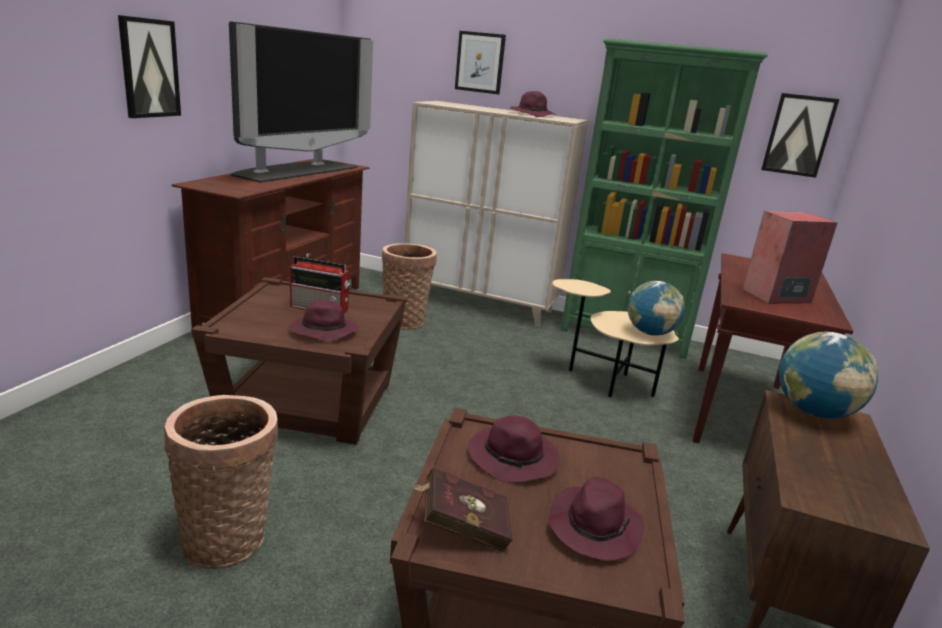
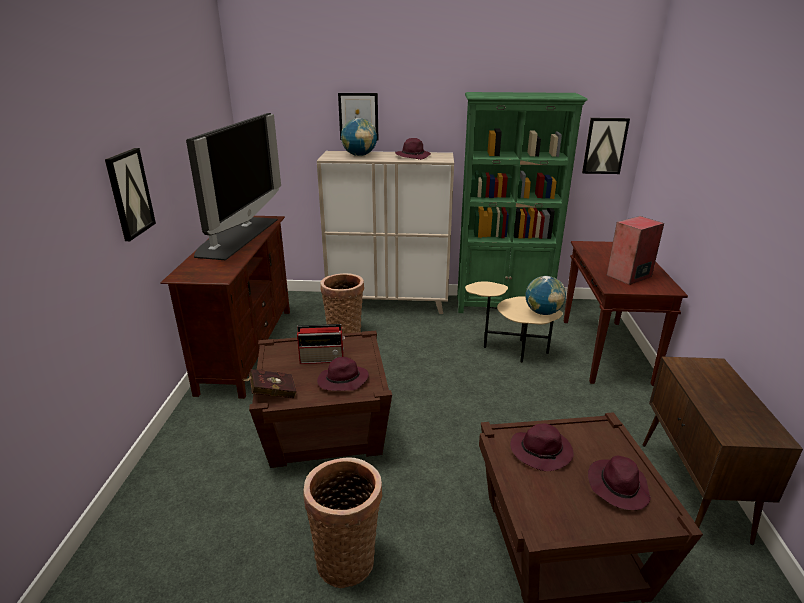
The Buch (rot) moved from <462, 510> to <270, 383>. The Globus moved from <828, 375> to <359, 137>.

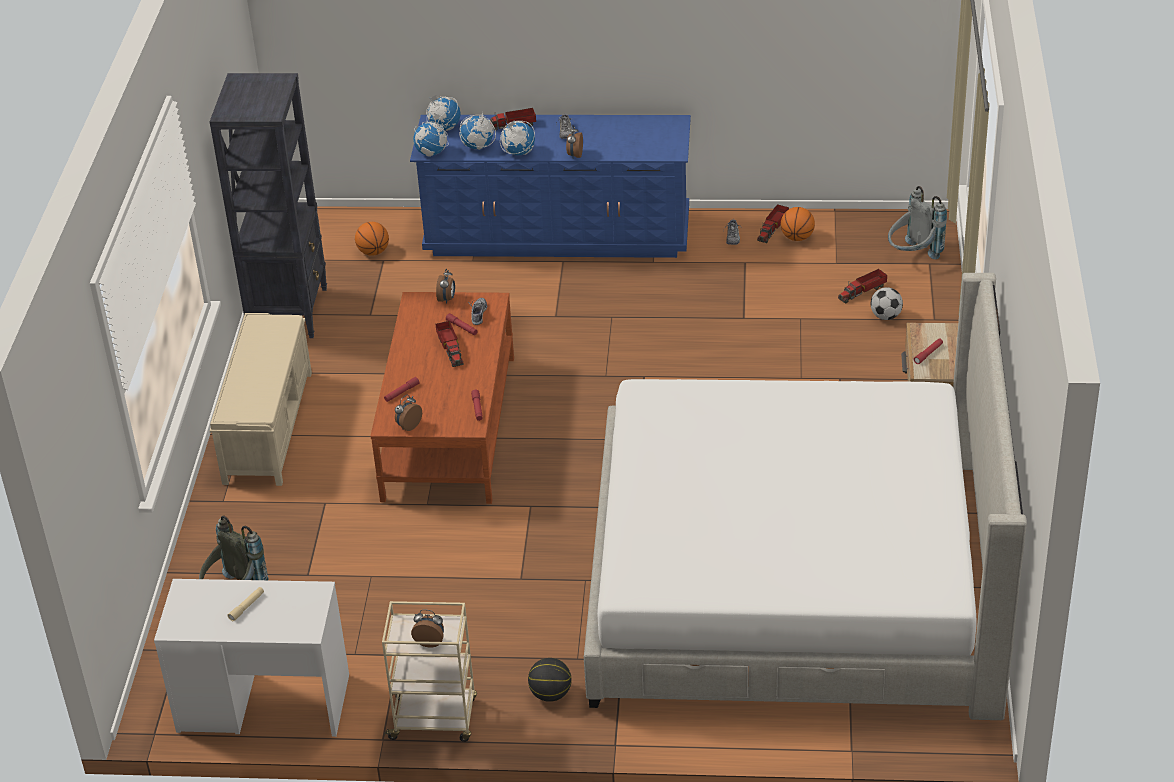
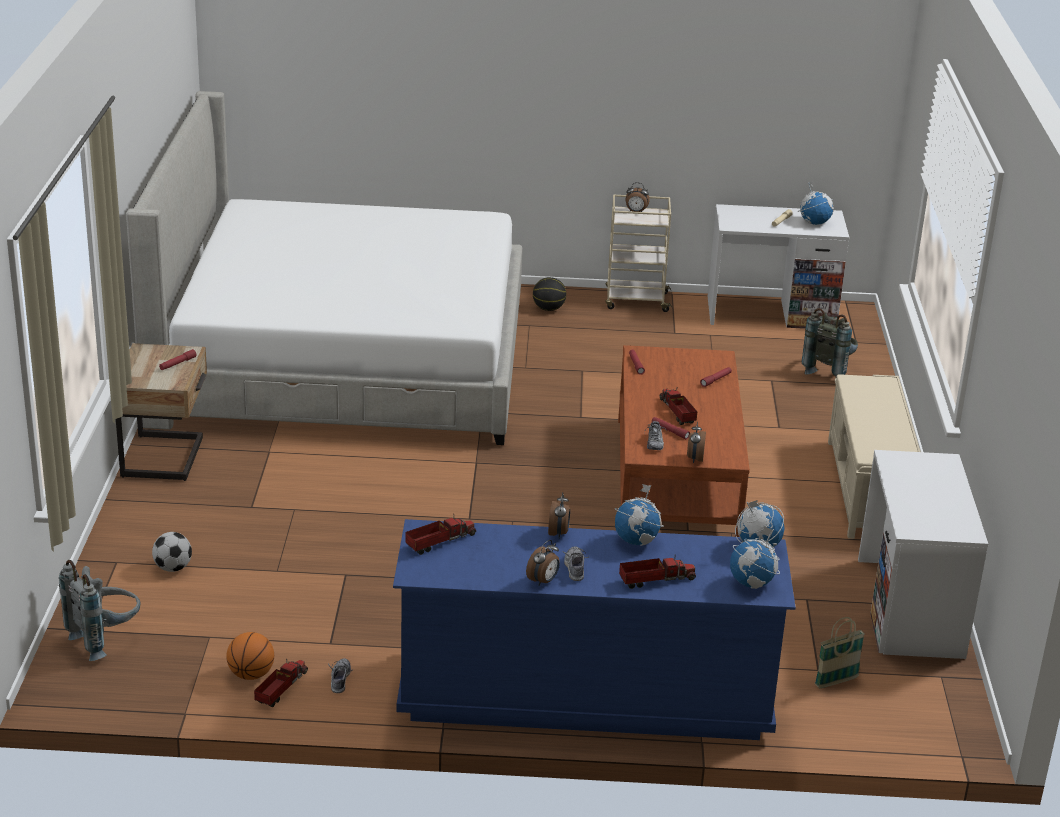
The Spielzeuglaster moved from <862, 286> to <440, 536>. The Wecker moved from <408, 413> to <543, 563>. The Globus moved from <477, 131> to <816, 203>. The Basketball at <372, 239> was replaced by the Korb at <840, 652>. The Bücherregal (schwarz) at <268, 205> was replaced by the Schreibtisch (weiß) at <923, 554>.

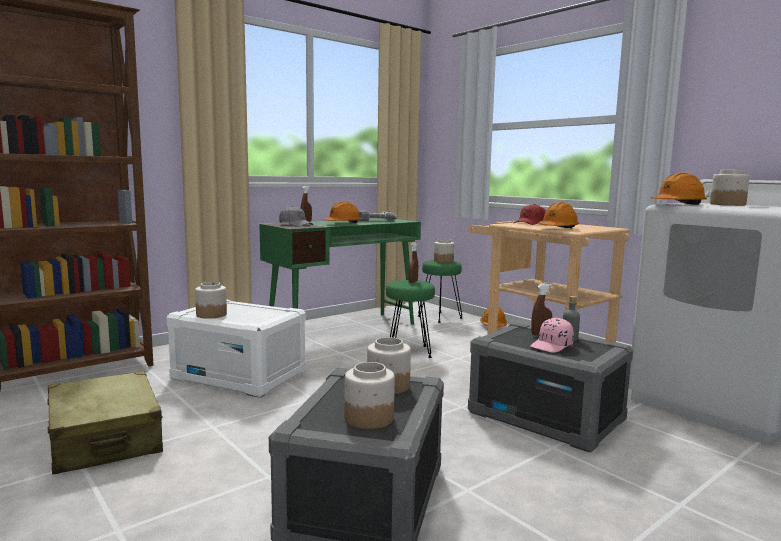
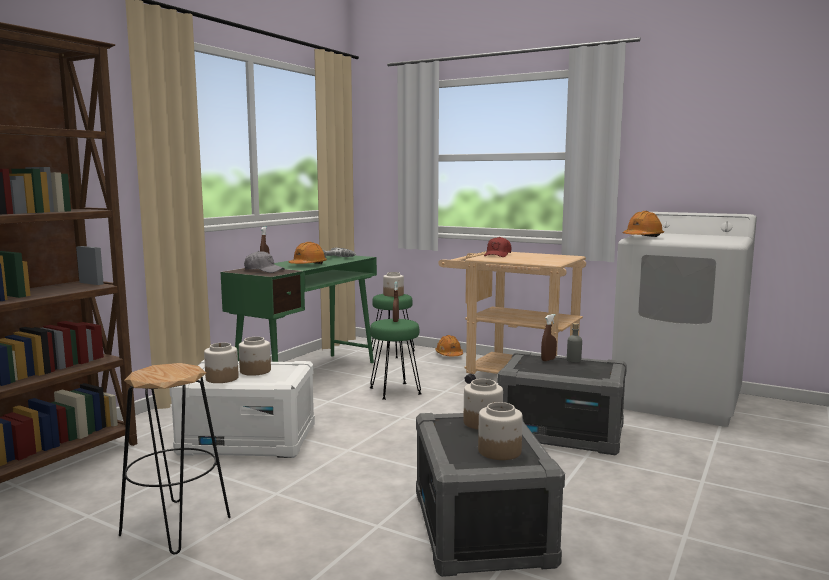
The Koffer (beige) at <105, 423> was replaced by the Hocker (schwarz) at <175, 458>. The Vorratsglas moved from <730, 188> to <255, 356>. The Kappe (rosa) at <552, 335> disappeared. The Schutzhelm (orange) at <559, 215> disappeared.

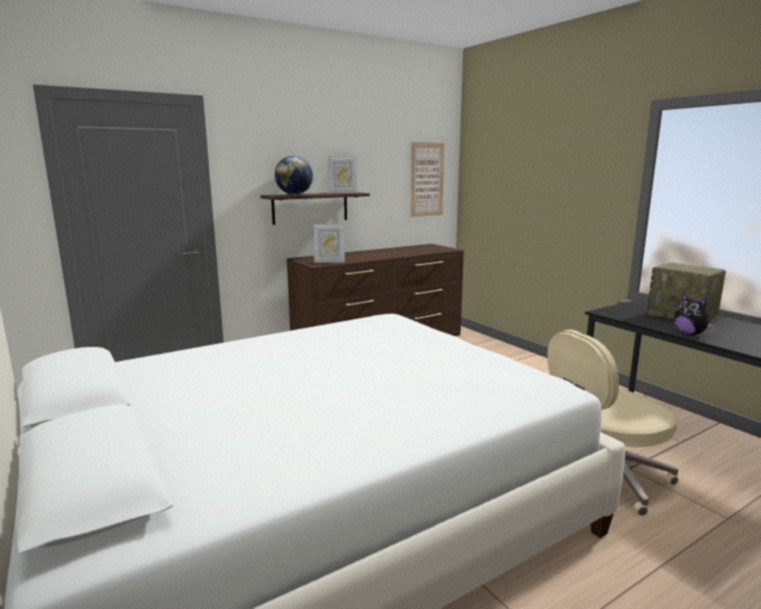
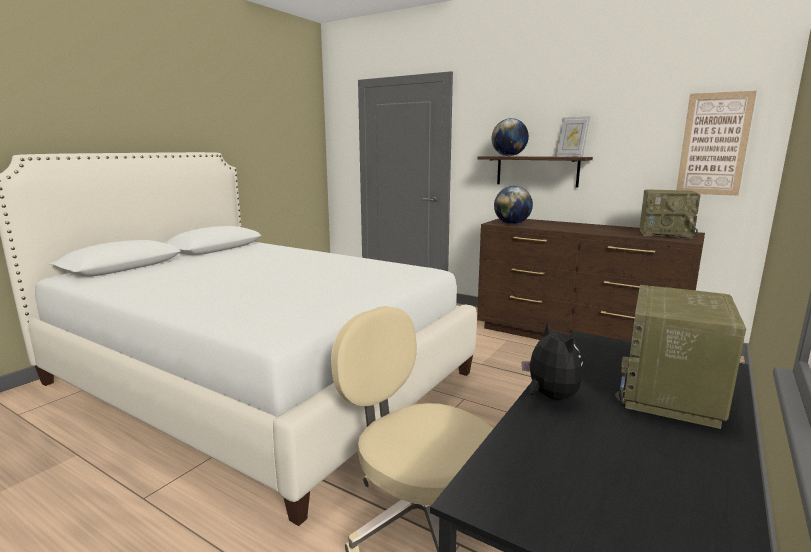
The Bilderrahmen at <329, 243> was replaced by the Globus at <513, 205>. The Plüschtier at <694, 314> turned 120 degrees clockwise. The Radio at <670, 214> appeared.

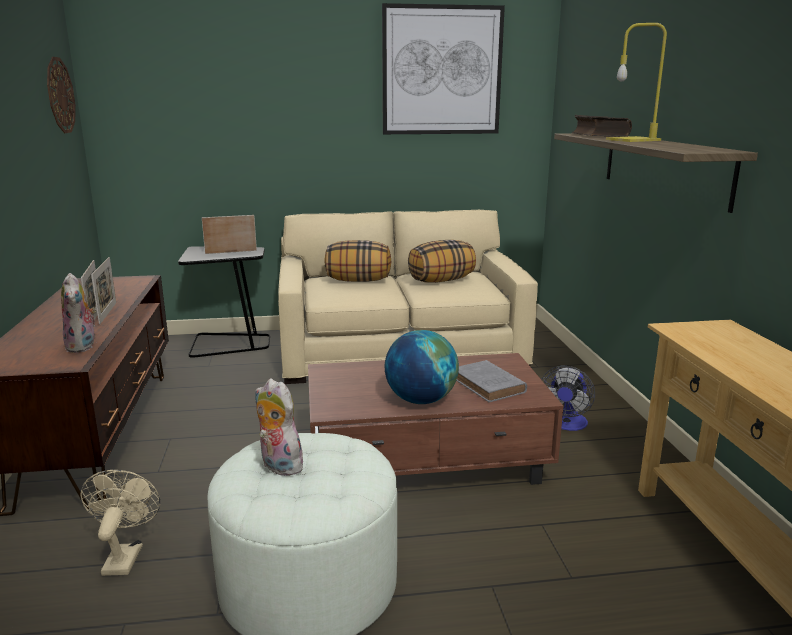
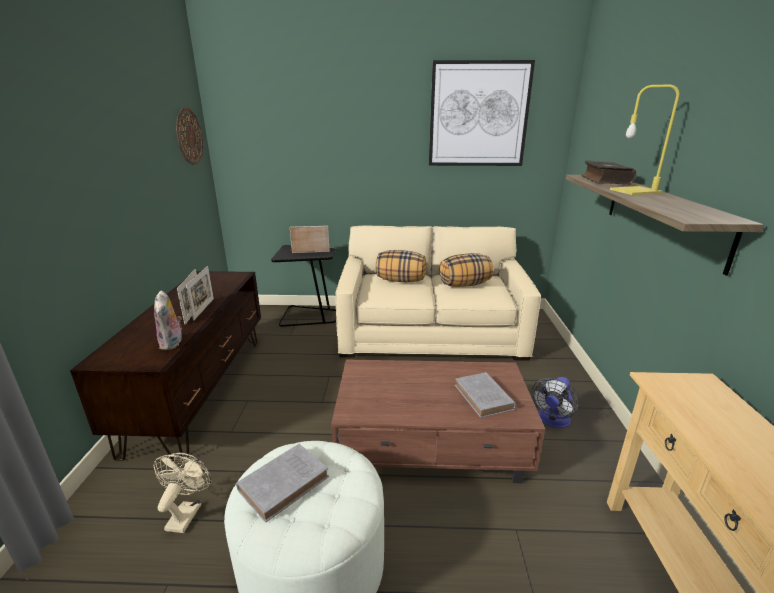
The Plüschtier at <281, 427> was replaced by the Buch (grau) at <282, 483>. The Globus at <422, 367> disappeared.

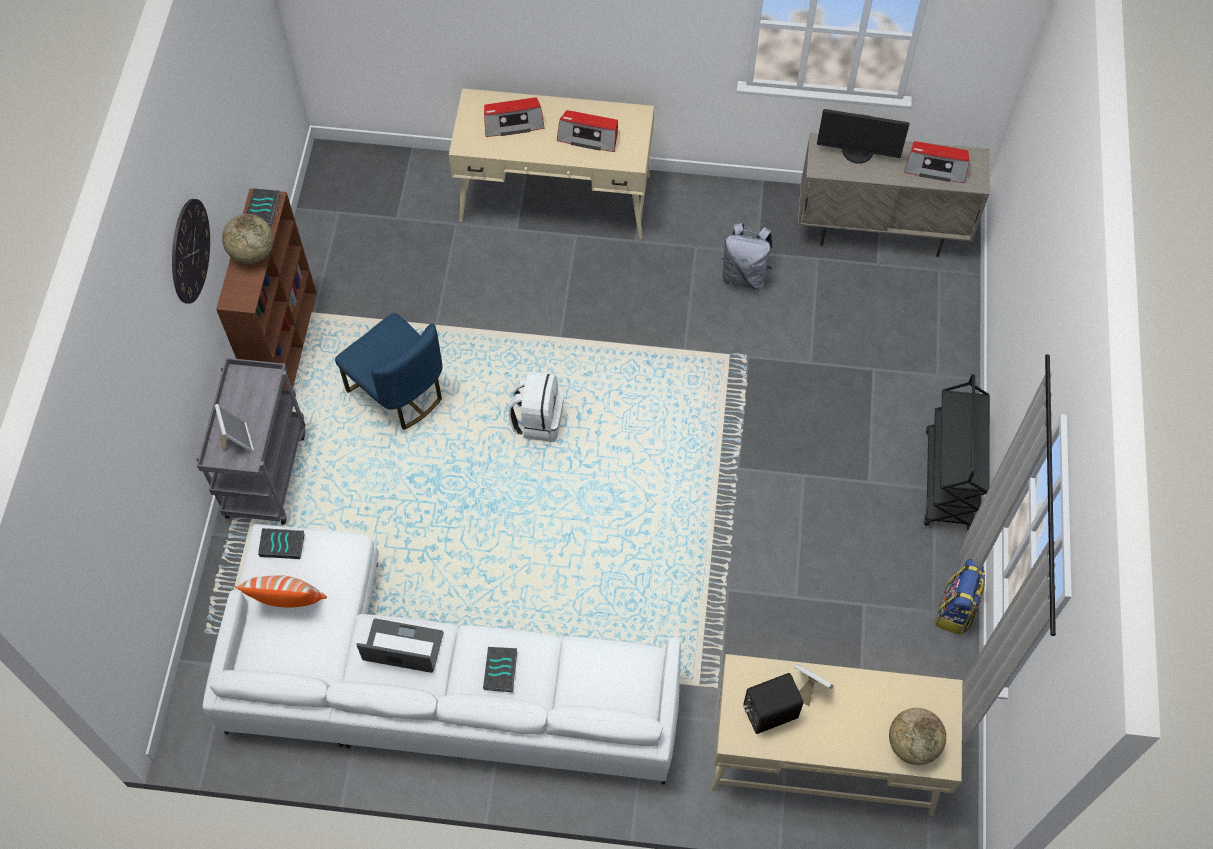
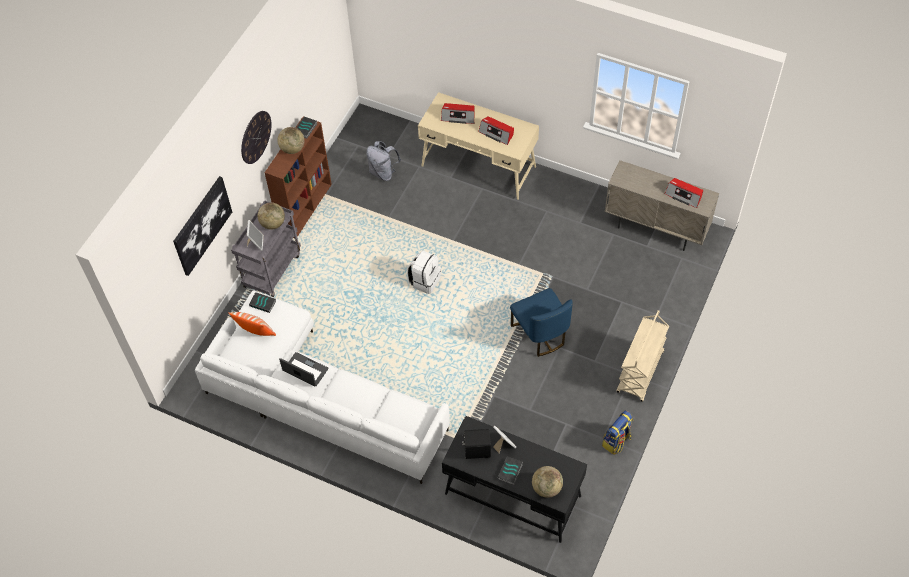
The Bild at <202, 226> appeared. The Globus at <271, 216> appeared. The Rucksack (grau) moved from <747, 256> to <383, 161>. The Schreibtisch (beige) at <836, 735> became the Schreibtisch (schwarz) at <514, 479>. The Buch moved from <500, 669> to <510, 471>. The Stuhl (blau) moved from <388, 371> to <541, 322>. The Rollwagen (schwarz) at <957, 452> became the Rollwagen (beige) at <643, 356>. The Monitor at <863, 136> disappeared.

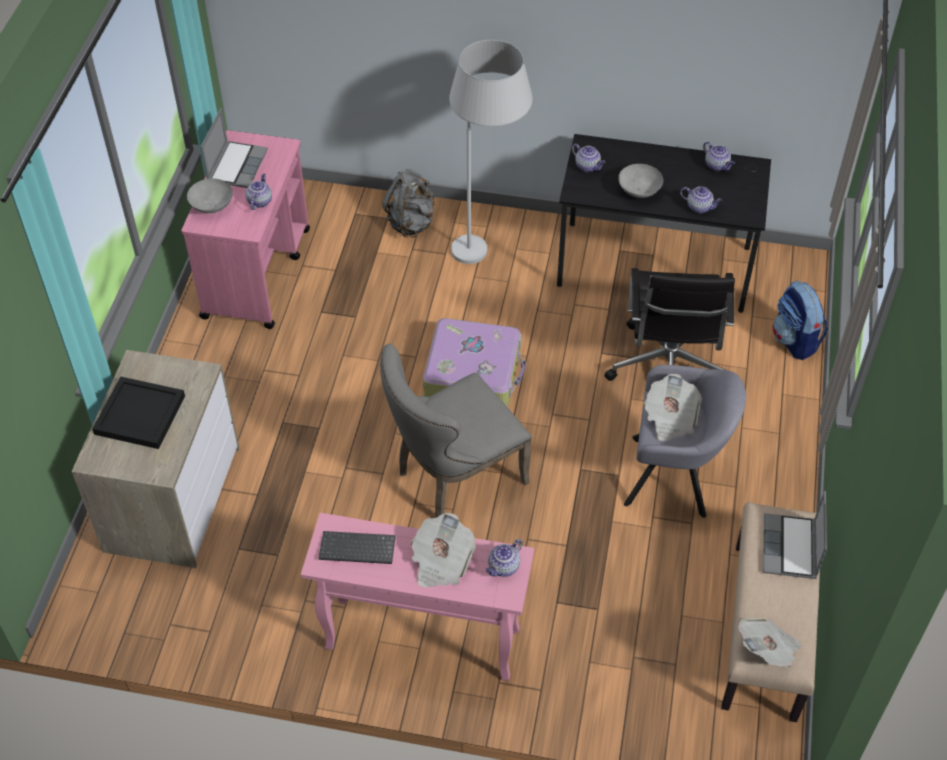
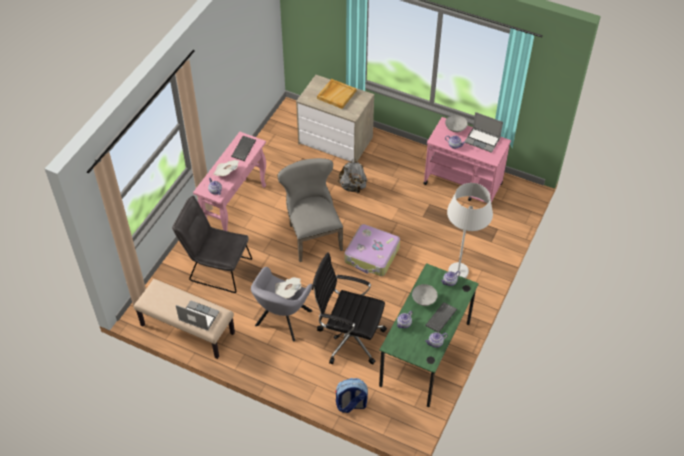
The Stuhl (grau) at <212, 244> appeared. The Tablett (schwarz) at <138, 413> became the Tablett (beige) at <336, 94>. The Rucksack (grau) moved from <408, 203> to <353, 175>. The Schreibtisch (schwarz) at <664, 223> became the Schreibtisch (grün) at <429, 335>. The Tastatur at <441, 317> appeared. The Zeitung at <770, 642> disappeared.

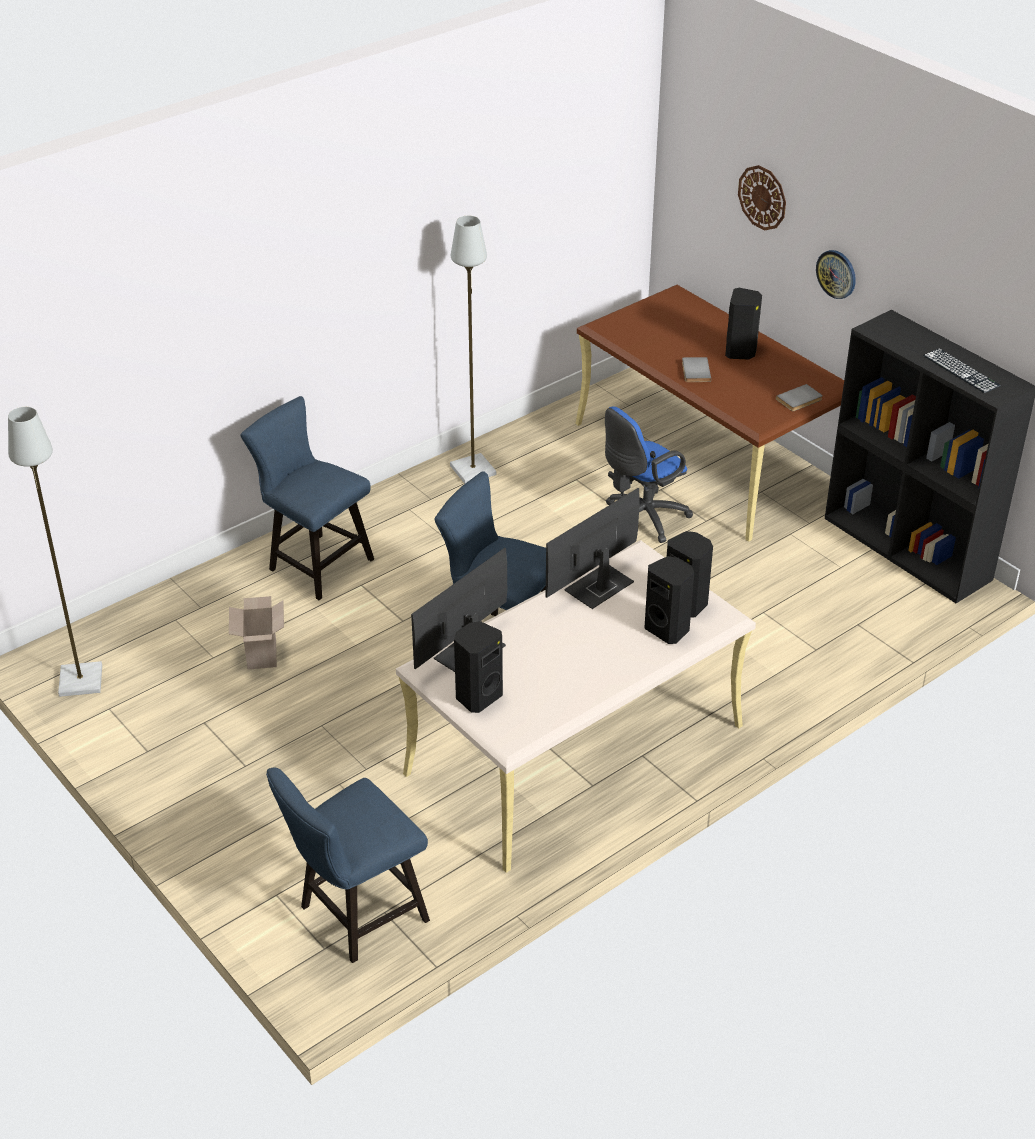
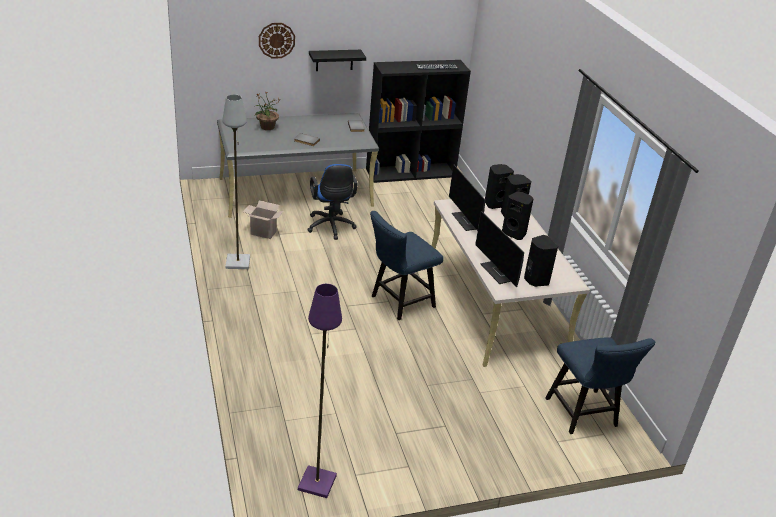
The Schreibtisch (braun) at <709, 413> became the Schreibtisch (grau) at <298, 165>. The Karton moved from <256, 632> to <263, 220>. The Topfpflanze at <266, 110> appeared. The Stehlampe (grau) at <55, 552> became the Stehlampe (lila) at <320, 391>. The Wanduhr at <836, 274> was replaced by the Wandregal (schwarz) at <337, 60>. The Lautsprecher (schwarz) moved from <743, 323> to <518, 216>. The Stuhl (blau) at <307, 498> disappeared.

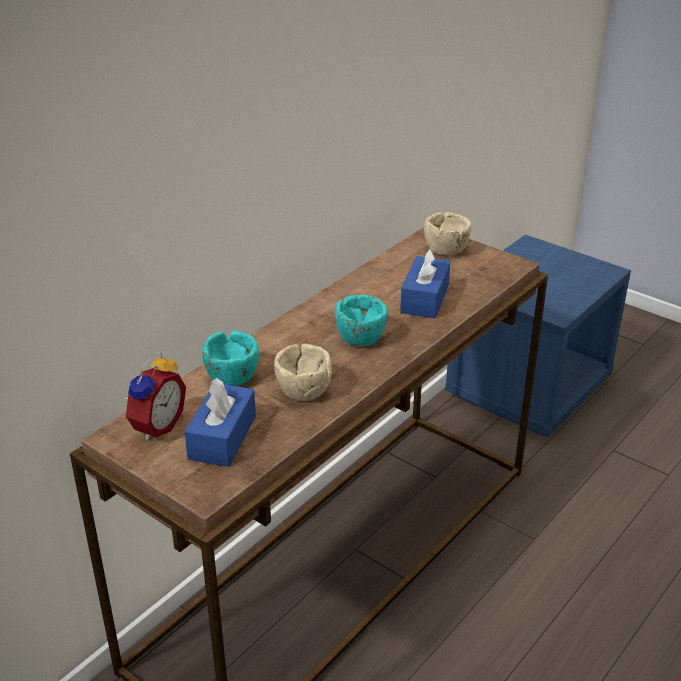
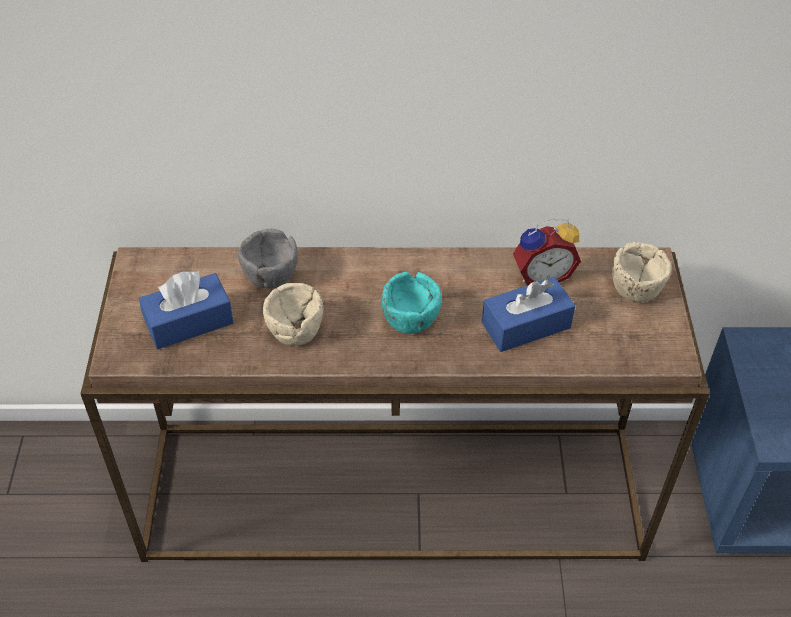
The Schüssel (türkis) at <230, 358> became the Schüssel (grau) at <268, 258>. The Wecker moved from <154, 396> to <547, 252>.

